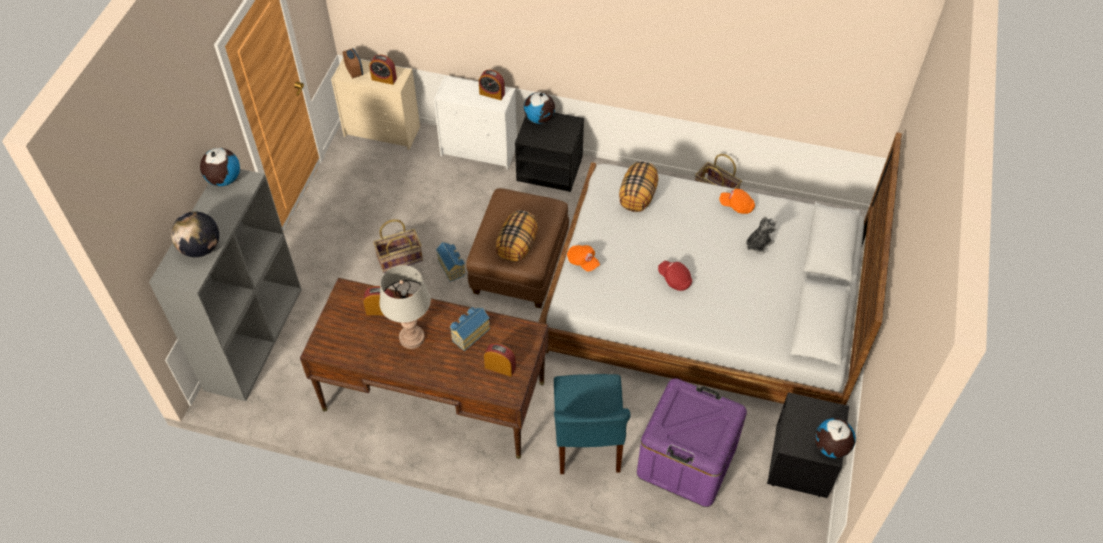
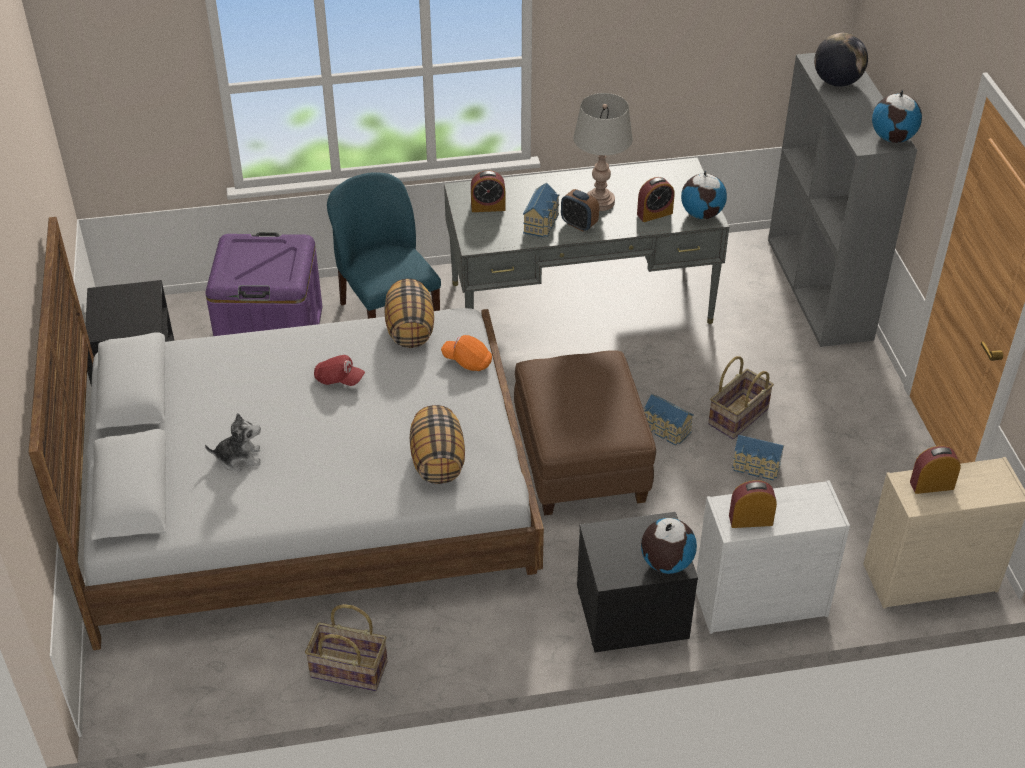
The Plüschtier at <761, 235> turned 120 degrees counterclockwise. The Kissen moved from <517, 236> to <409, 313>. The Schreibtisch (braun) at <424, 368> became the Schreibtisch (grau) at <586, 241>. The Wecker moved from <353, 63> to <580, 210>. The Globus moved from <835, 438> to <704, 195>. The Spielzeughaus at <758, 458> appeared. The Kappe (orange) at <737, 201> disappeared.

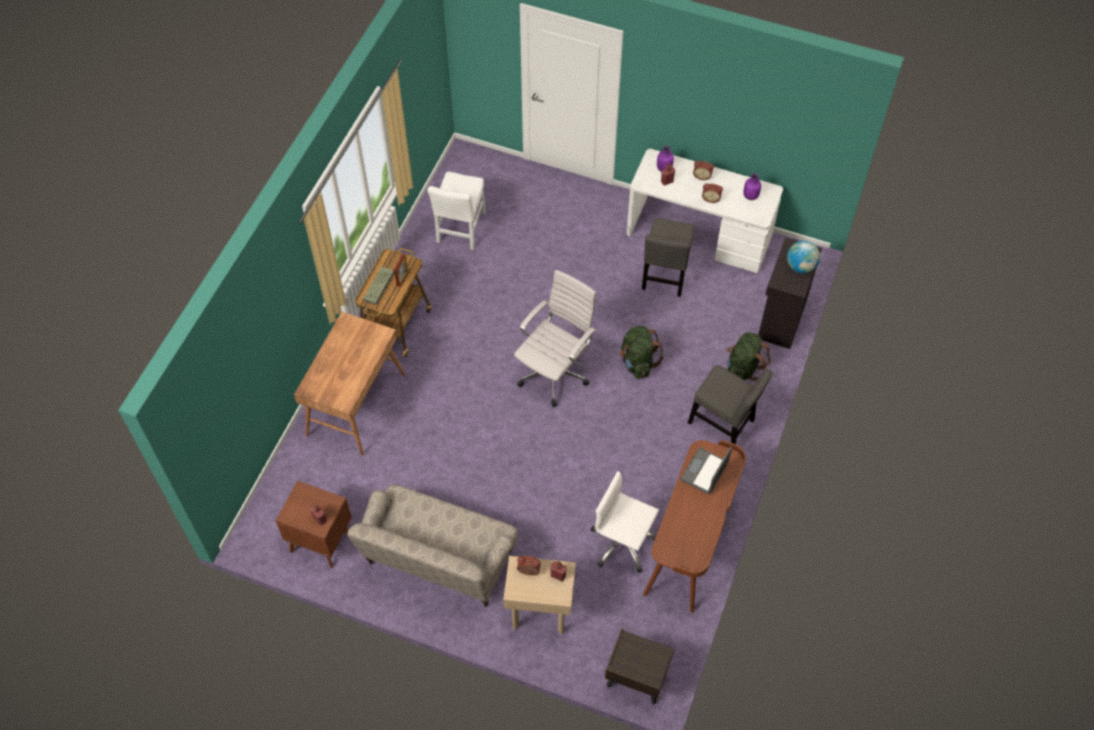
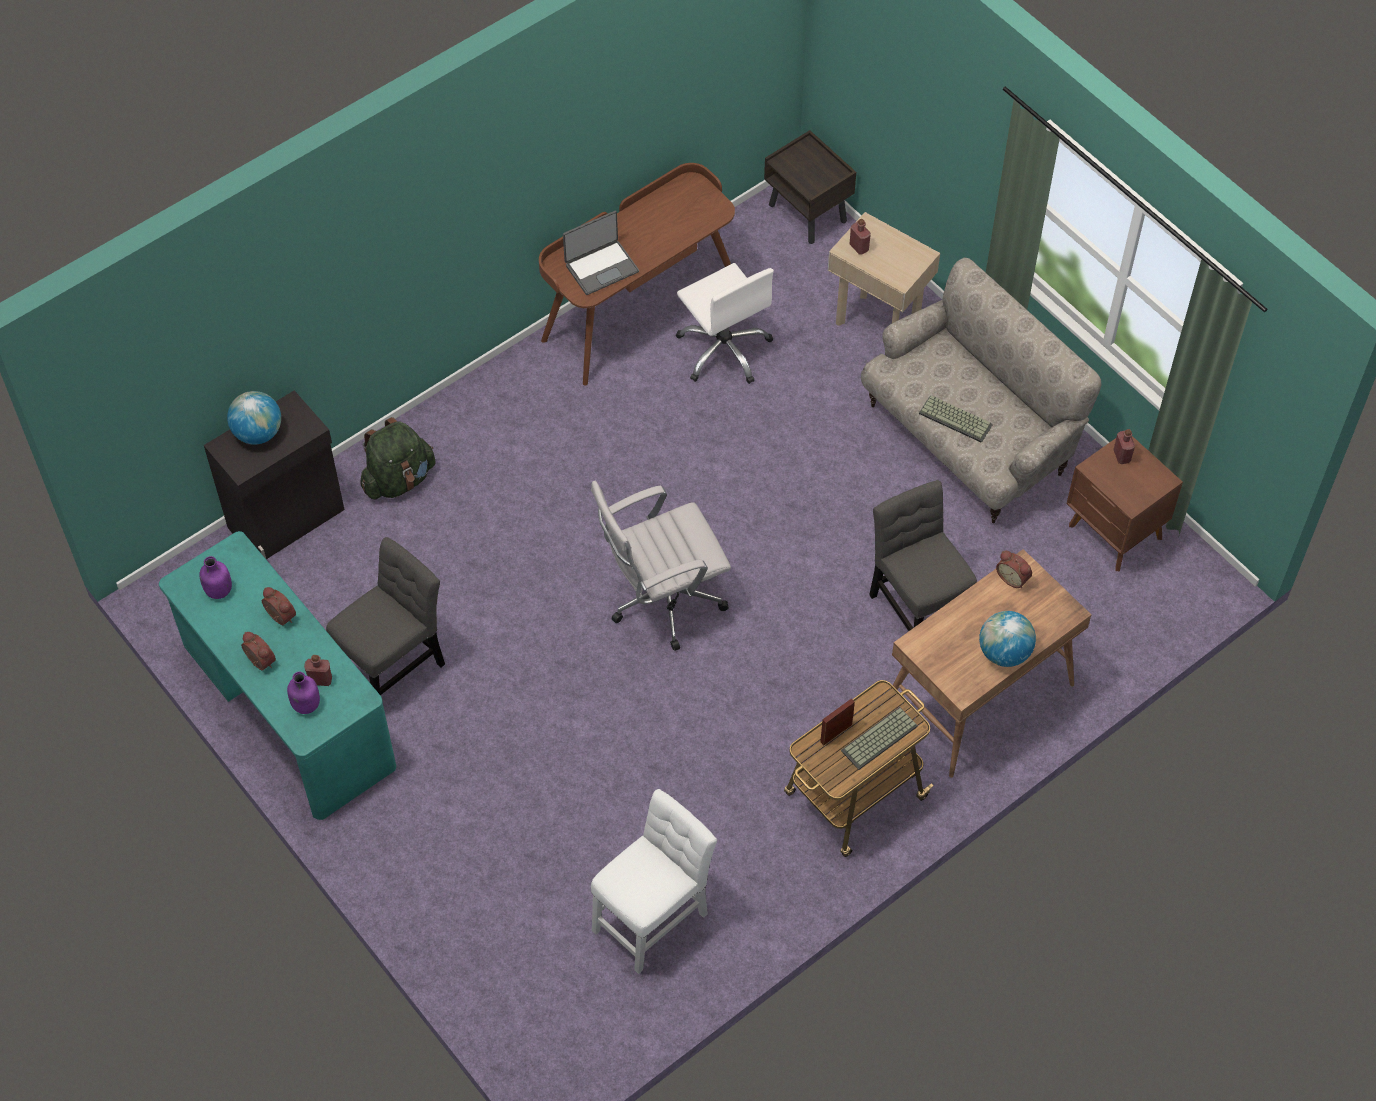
The Schreibtisch (weiß) at <704, 211> became the Schreibtisch (türkis) at <277, 675>. The Stuhl (grau) moved from <730, 404> to <923, 555>. The Tastatur at <956, 419> appeared. The Globus at <1007, 639> appeared. The Wecker moved from <529, 565> to <1014, 569>. The Rucksack (grün) at <641, 352> disappeared.

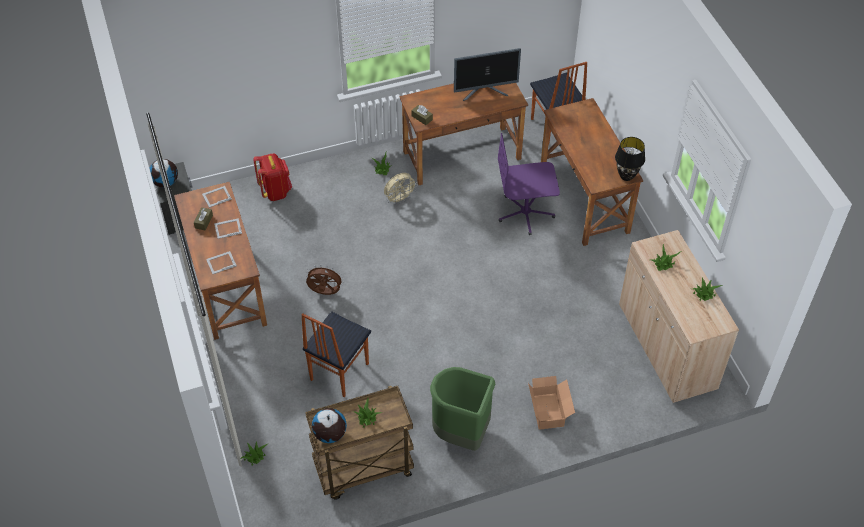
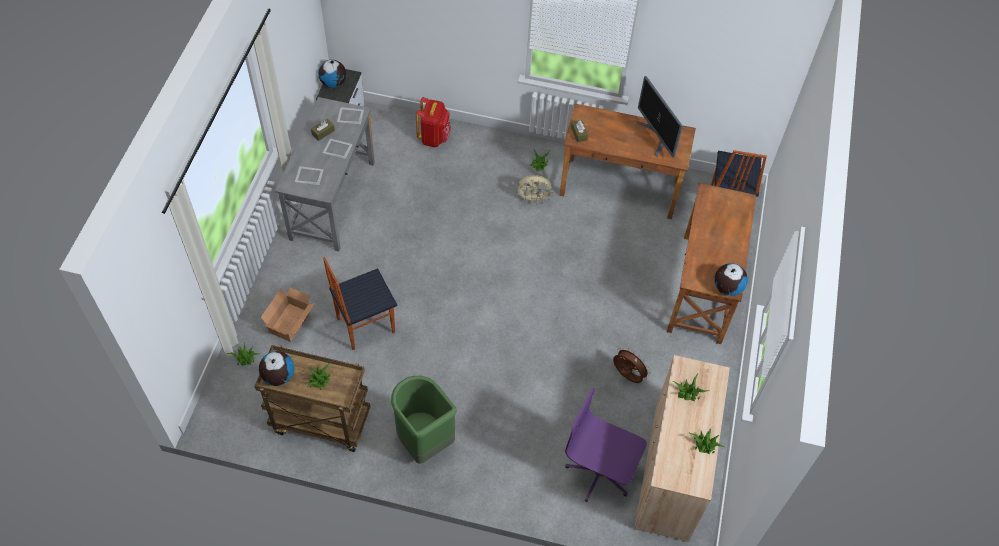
The Karton moved from <551, 403> to <288, 314>. The Schreibtisch (braun) at <220, 261> became the Schreibtisch (grau) at <325, 174>. The Bürostuhl (lila) moved from <529, 184> to <606, 445>. The Ventilator (braun) moved from <325, 280> to <632, 365>. The Monitor at <487, 74> turned 45 degrees clockwise. The Tischlampe (schwarz) at <630, 159> was replaced by the Globus at <731, 279>.

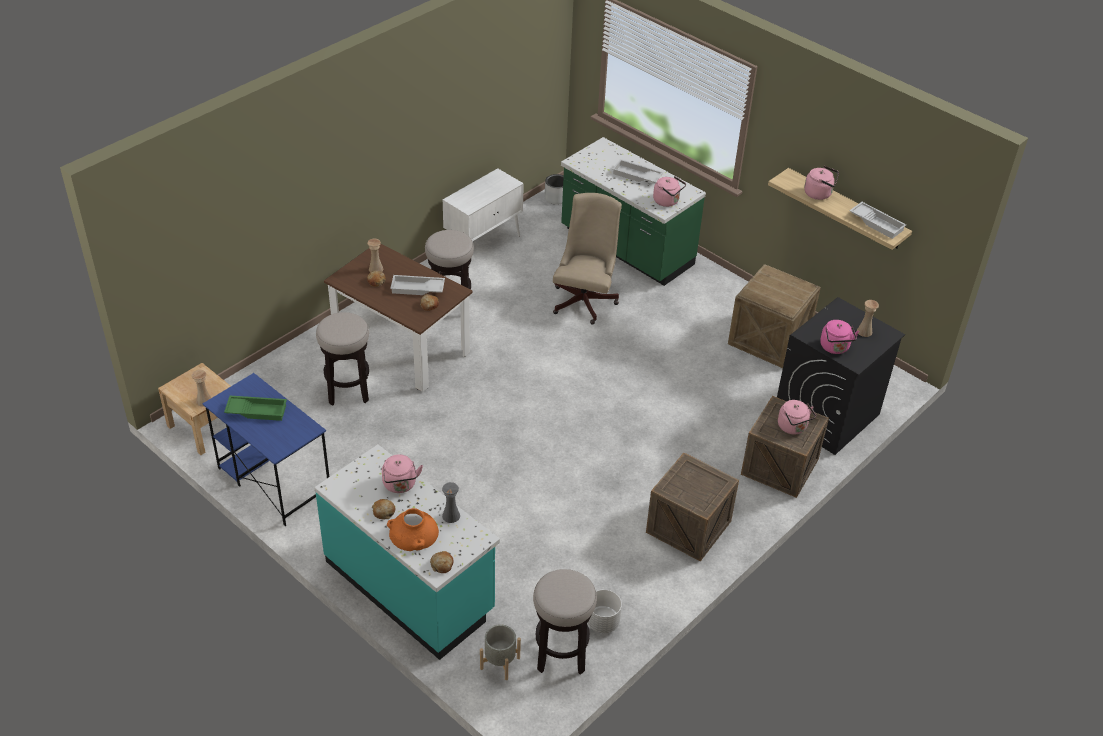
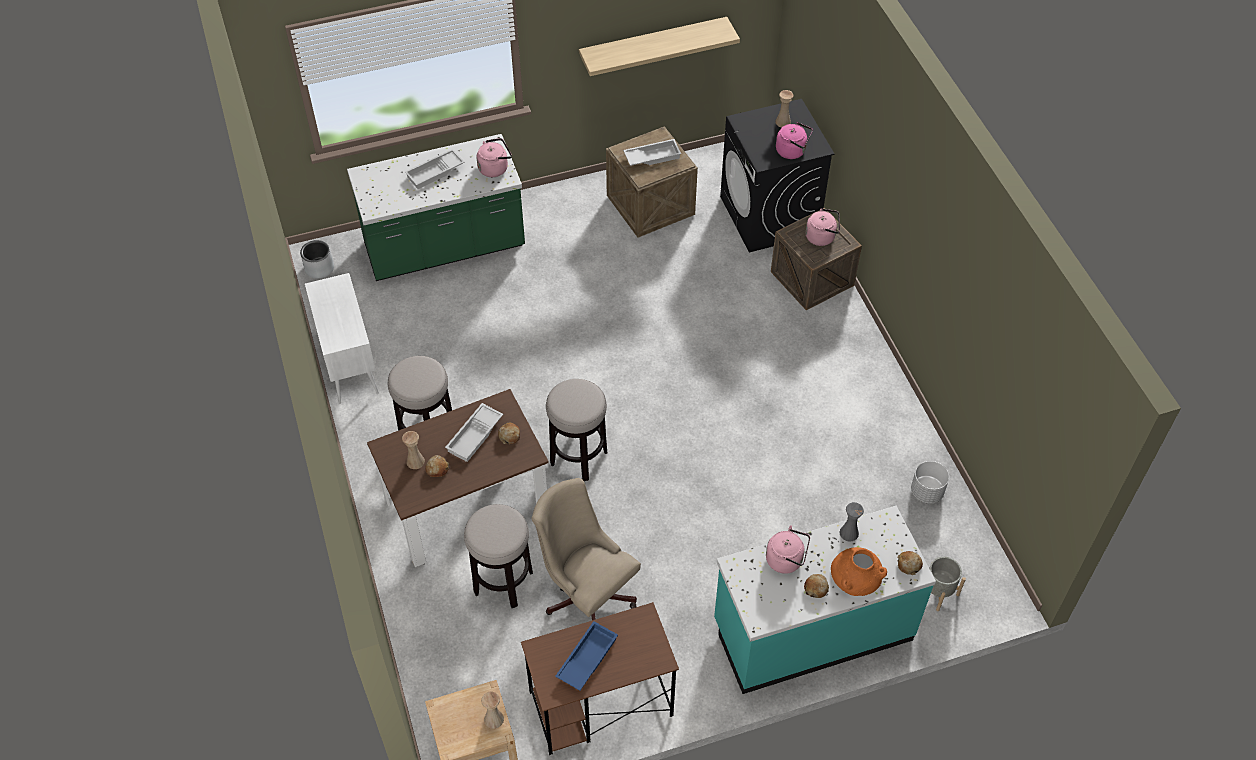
The Schreibtisch (blau) at <266, 449> became the Schreibtisch (braun) at <600, 678>. The Bürostuhl (beige) moved from <587, 258> to <586, 549>. The Hocker moved from <565, 622> to <576, 430>. The Tablett (grün) at <255, 408> became the Tablett (blau) at <586, 656>. The Tablett (weiß) moved from <877, 220> to <652, 152>. The Kiste at <692, 507> disappeared. The Wasserkessel (rosa) at <821, 183> disappeared.

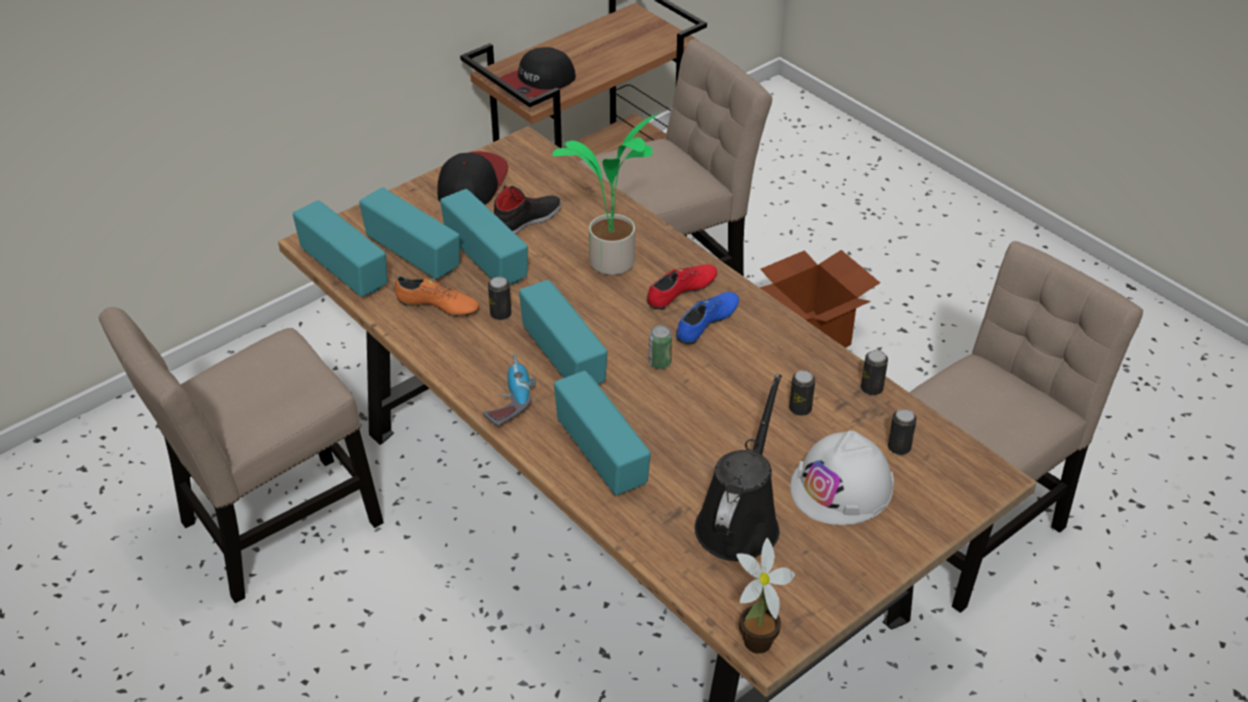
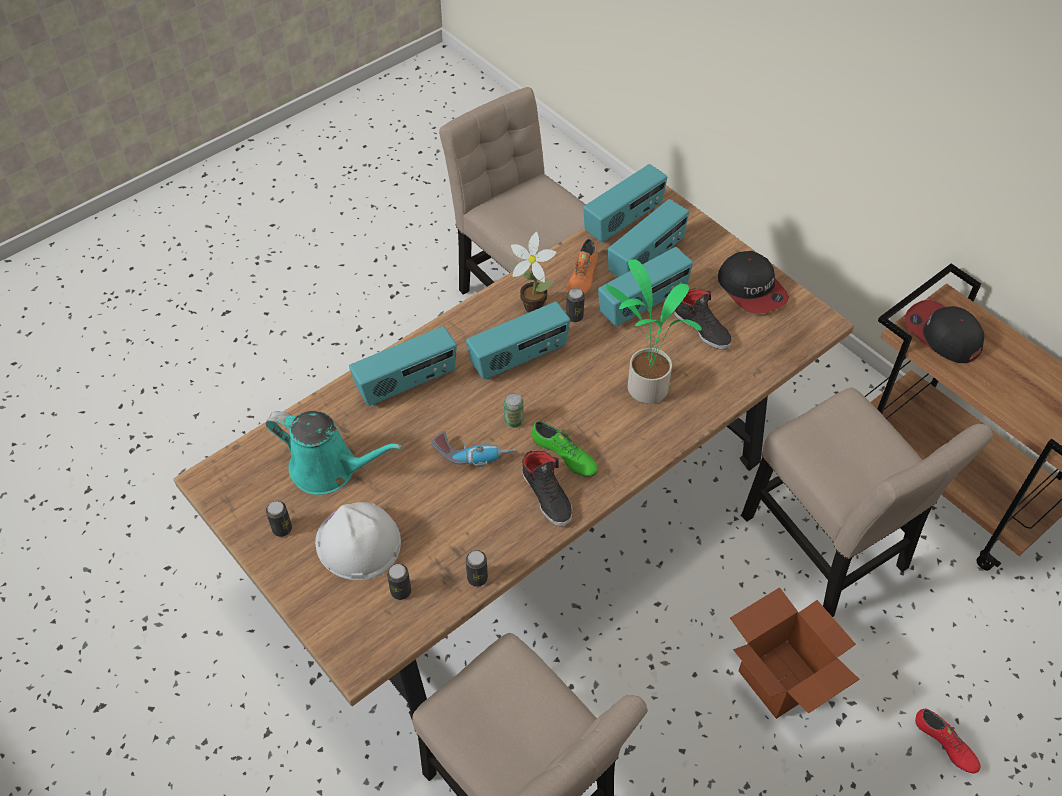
The Gießkanne (schwarz) at <738, 467> became the Gießkanne (türkis) at <333, 453>. The Dose moved from <802, 393> to <279, 519>. The Bohrmaschine moved from <509, 390> to <473, 449>. The Topfpflanze moved from <765, 596> to <534, 272>. The Schuh (schwarz) at <547, 489> appeared. The Schuh (blau) at <707, 318> became the Schuh (grün) at <565, 449>. The Kappe at <472, 178> turned 45 degrees clockwise. The Schuh (rot) moved from <682, 287> to <948, 741>.

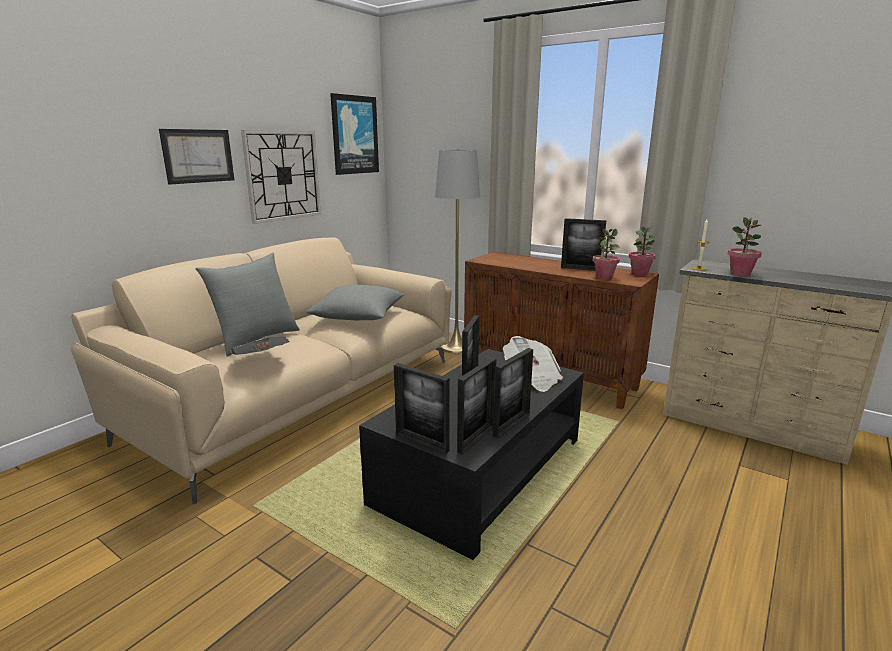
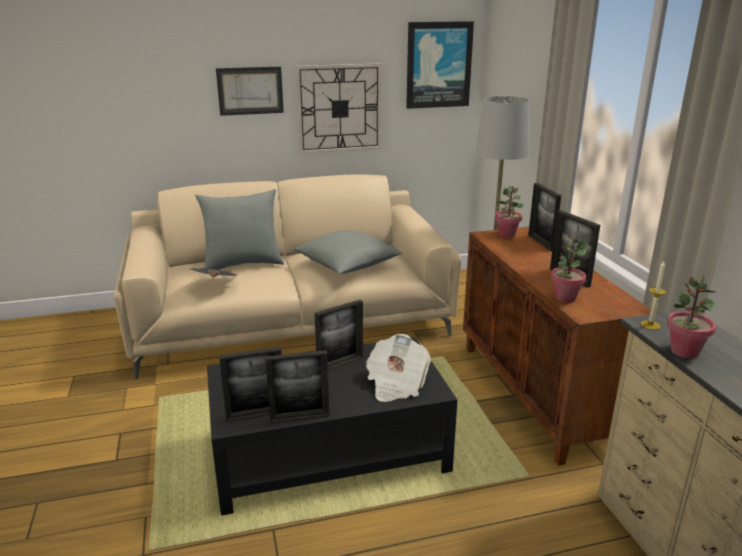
The Topfpflanze moved from <642, 251> to <509, 212>. The Bilderrahmen moved from <422, 408> to <544, 217>.

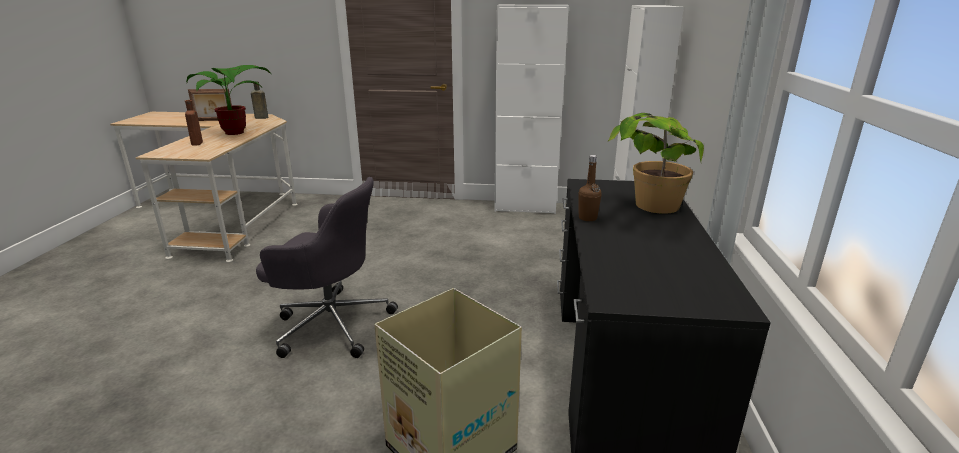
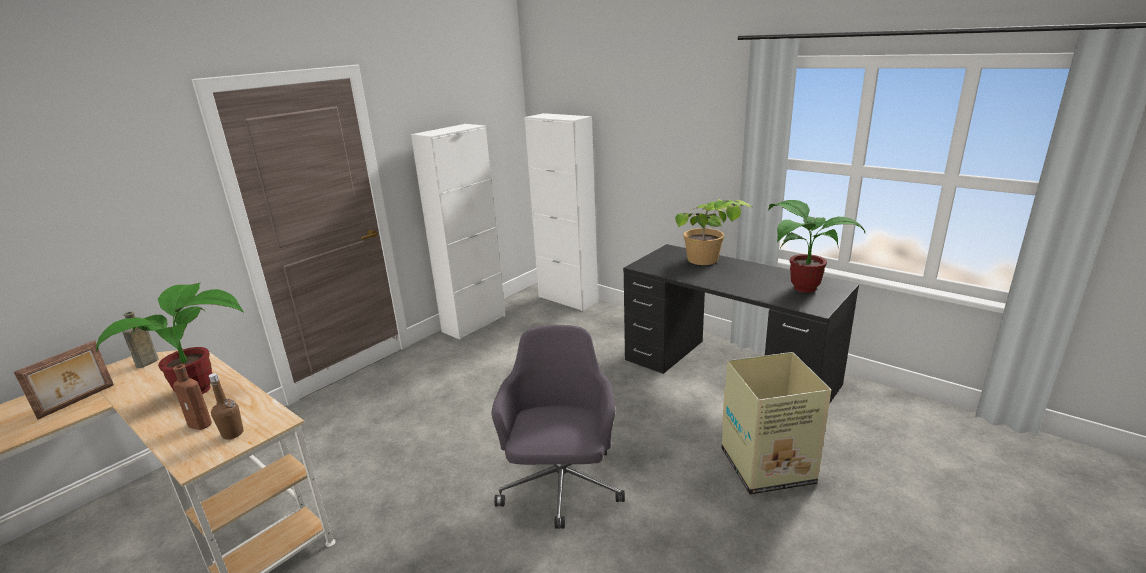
The Flasche (braun) moved from <590, 188> to <226, 406>. The Bürostuhl (grau) at <327, 267> turned 45 degrees counterclockwise. The Topfpflanze at <816, 246> appeared.

